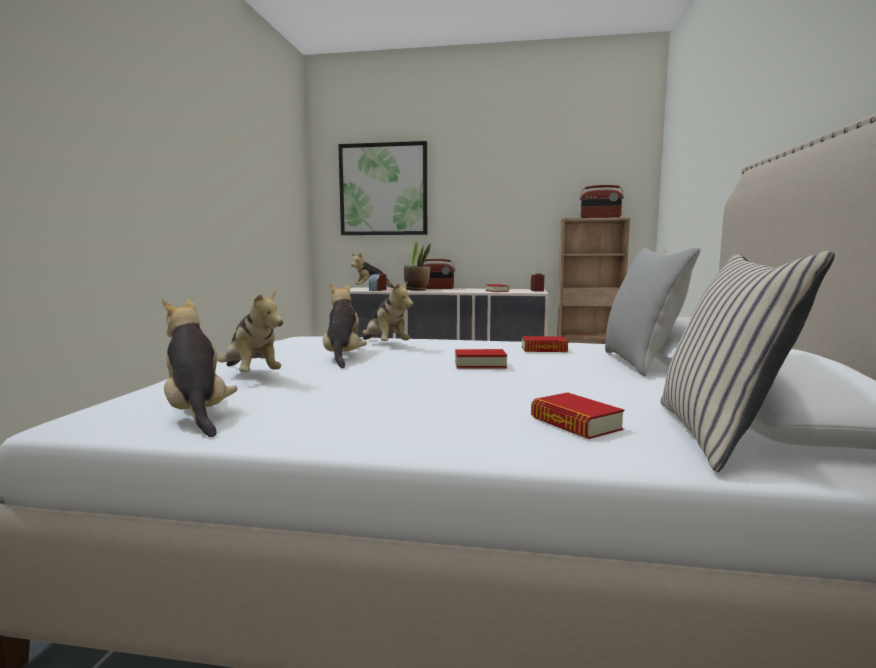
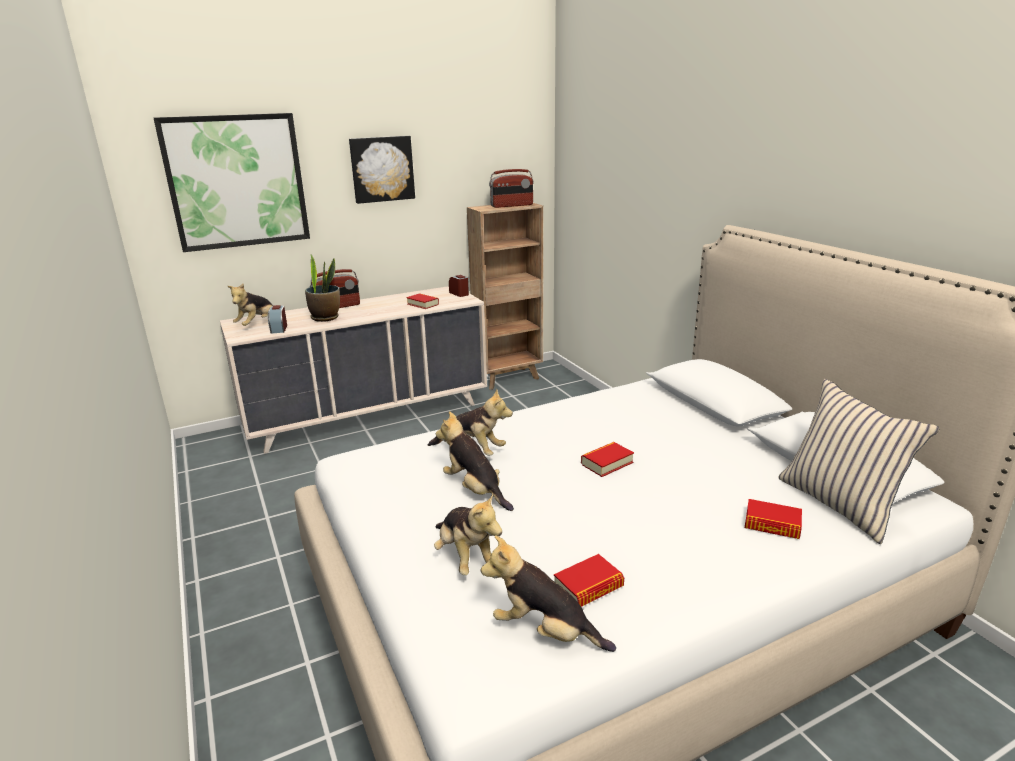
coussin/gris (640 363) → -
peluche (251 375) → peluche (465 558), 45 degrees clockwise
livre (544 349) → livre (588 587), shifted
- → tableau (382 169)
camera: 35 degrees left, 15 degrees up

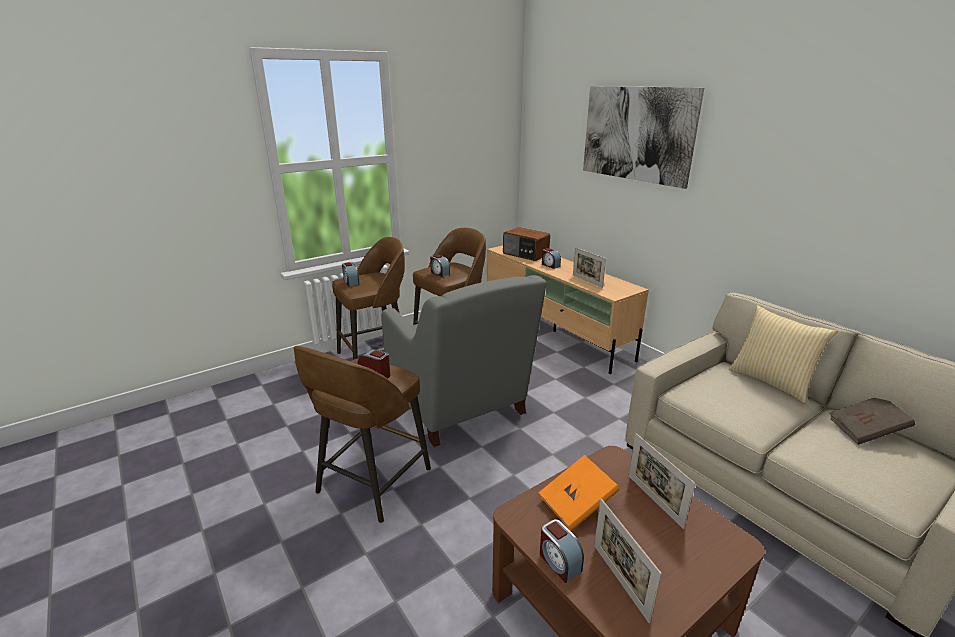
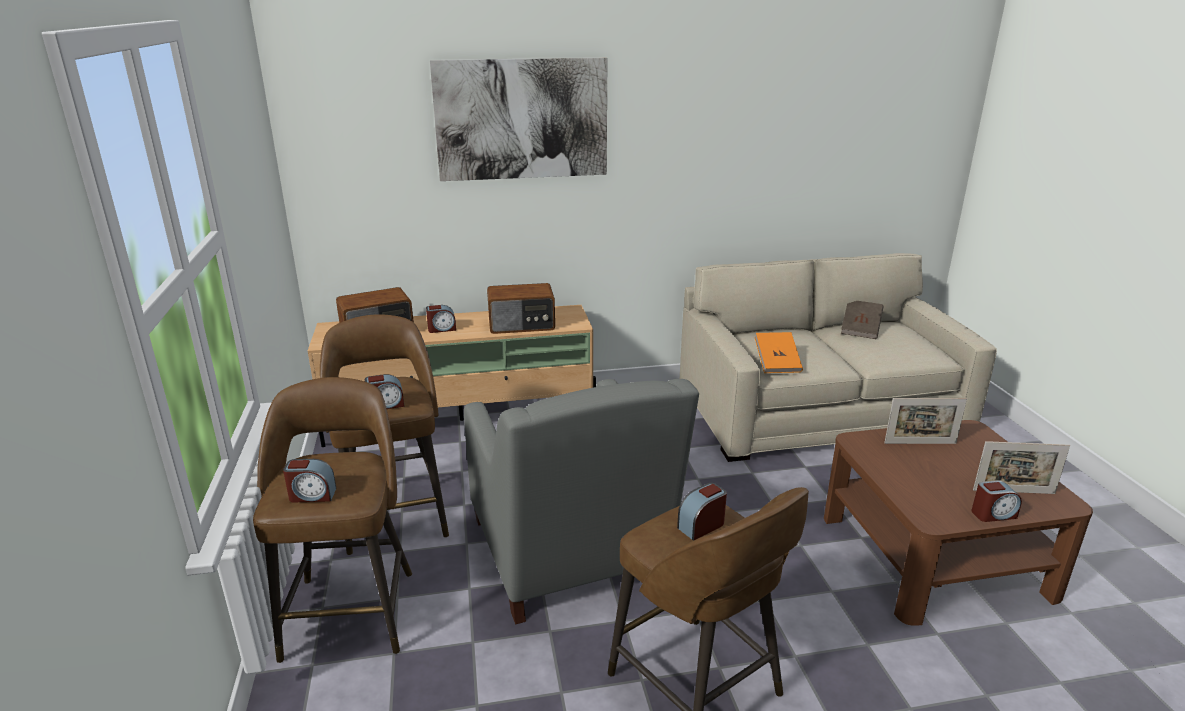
cadre photo (587 281) → radio (522 325)
fauteuil/gris (458 404) → fauteuil/gris (570 555), 75 degrees clockwise
coussin (771 382) → -
livre/orange (577 504) → livre/orange (777 364), shifted
camera: 65 degrees left, 0 degrees up

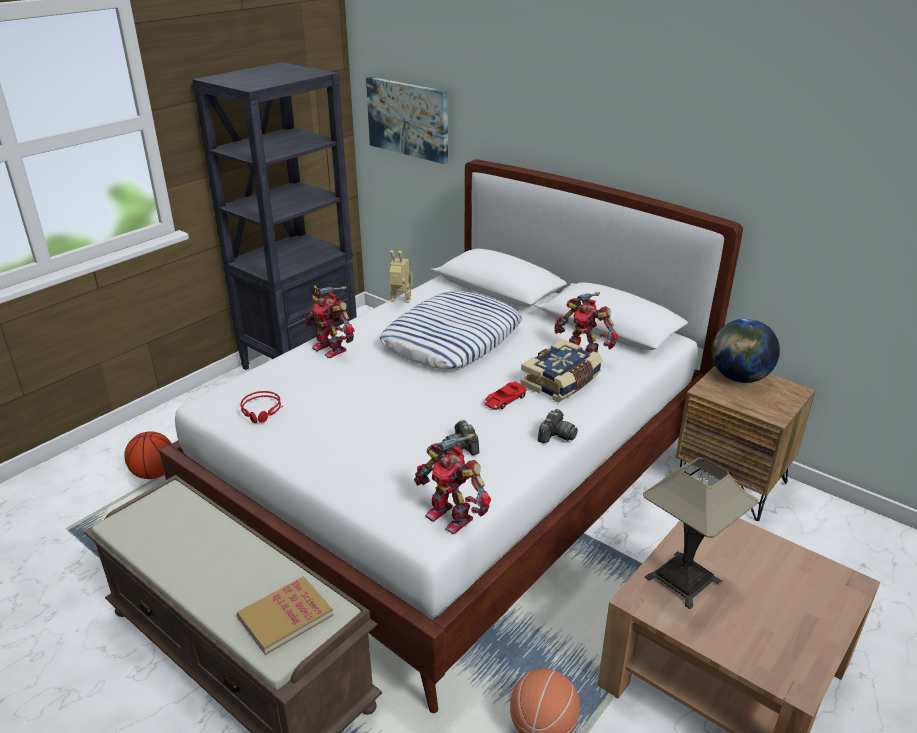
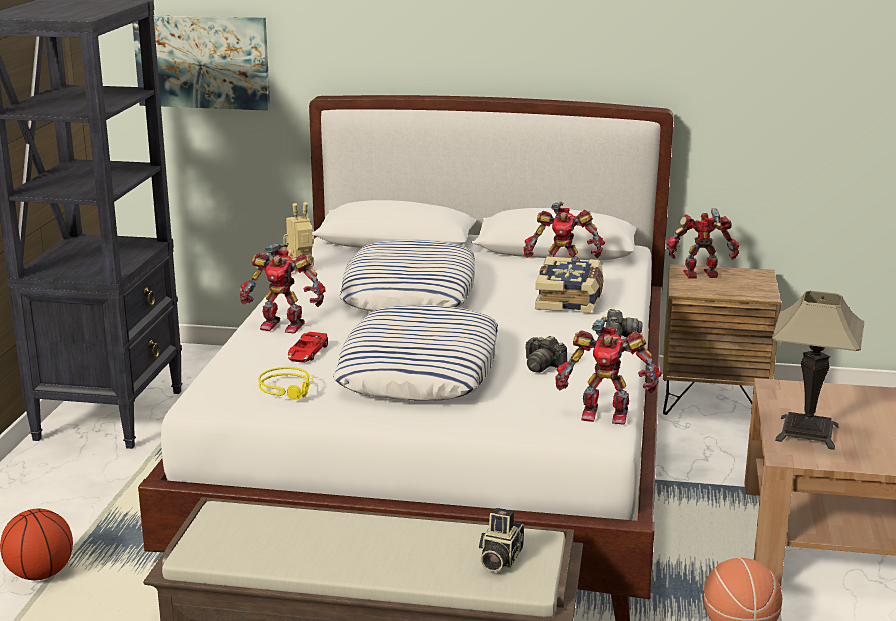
globe (738 378) → robot jouet (701 275)
petite voiture/rouge (504 400) → petite voiture/rouge (307 353), shifted
casque audio/rouge (262 411) → casque audio/jaune (288 389)
livre (285 616) → appareil photo (499 559)
- → coussin (419 367)
camera: 30 degrees left, 10 degrees down

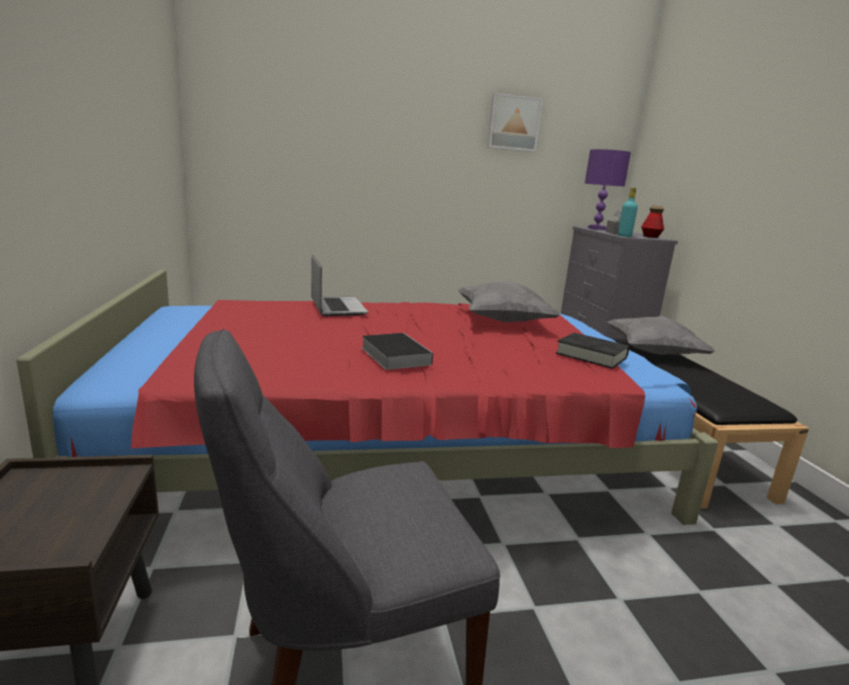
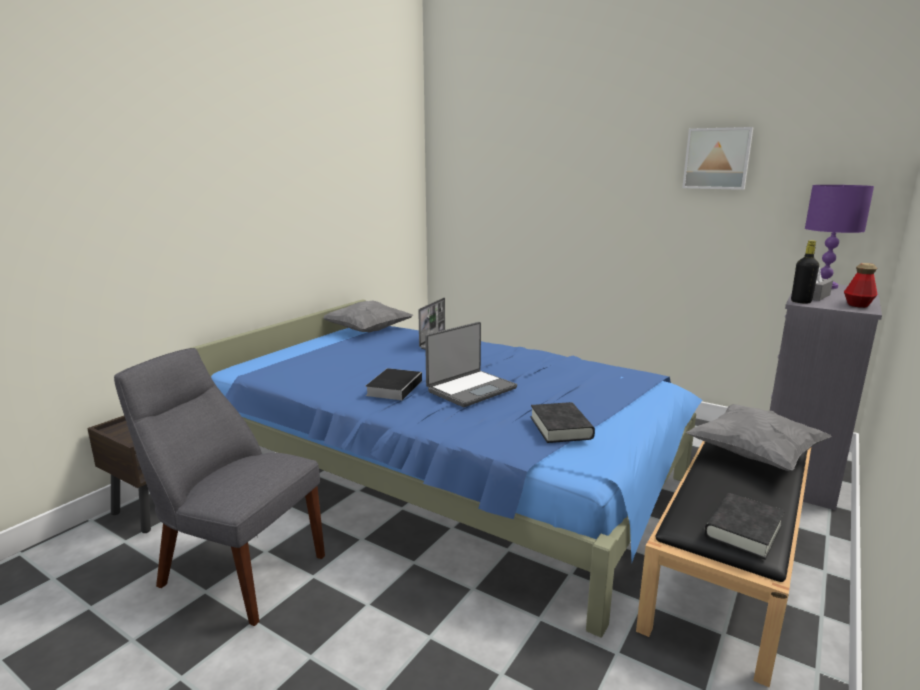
bouteille/turquoise (624 236) → bouteille/noir (801 302)
lit/rouge (394 449) → lit/bleu (446 472)
coussin/gris (503 321) → coussin/gris (367 331), shifted
- → ordinateur portable (470 389)
- → livre/noir (743 530)
camera: 45 degrees right, 0 degrees up

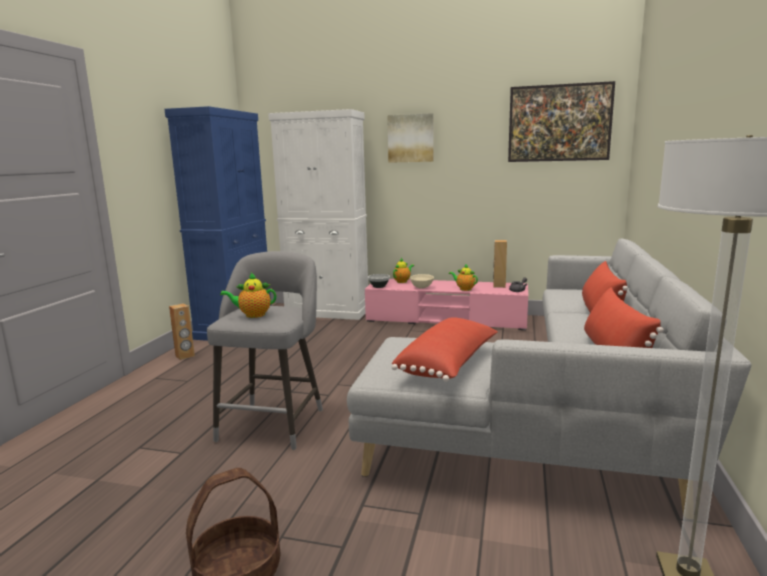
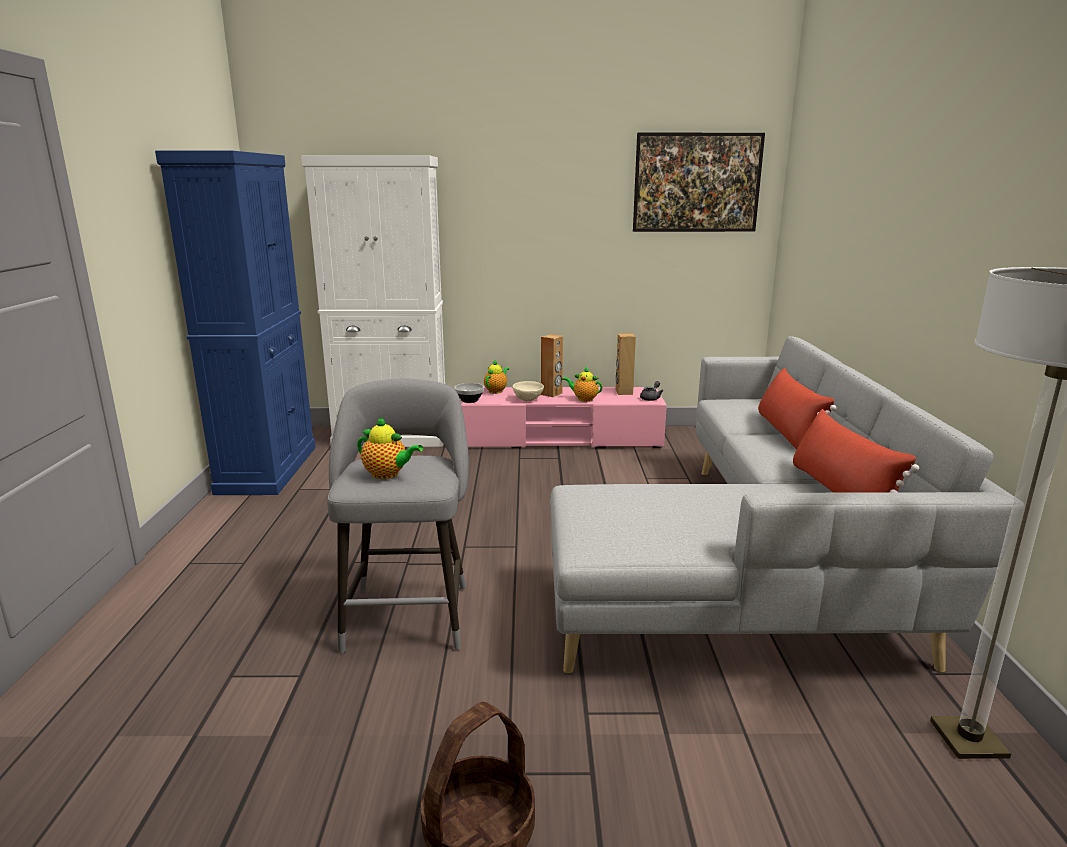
tableau (410 138) → -
théière (253 315) → théière (388 474), 135 degrees counterclockwise
enceinte/marron (185 356) → enceinte/marron (551 394), shifted
coussin/rouge (449 364) → -
camera: 15 degrees left, 5 degrees up

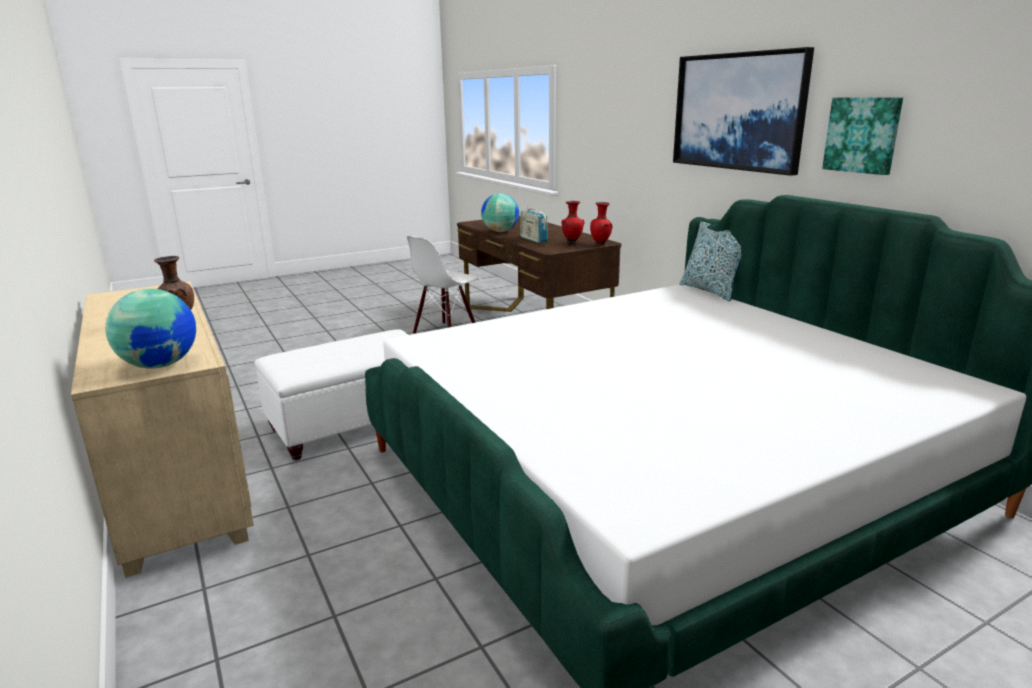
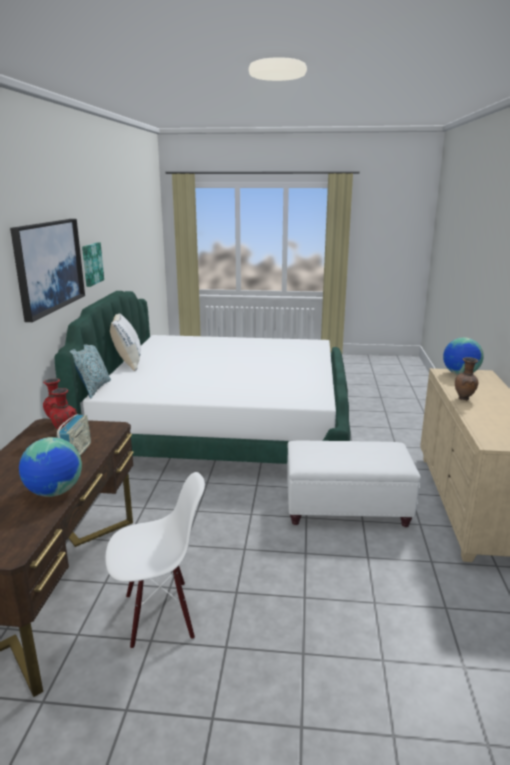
- → coussin/blanc (127 362)
camera: 145 degrees left, 0 degrees up

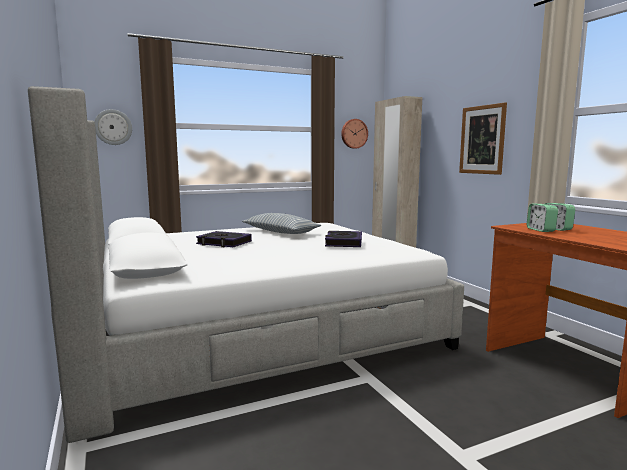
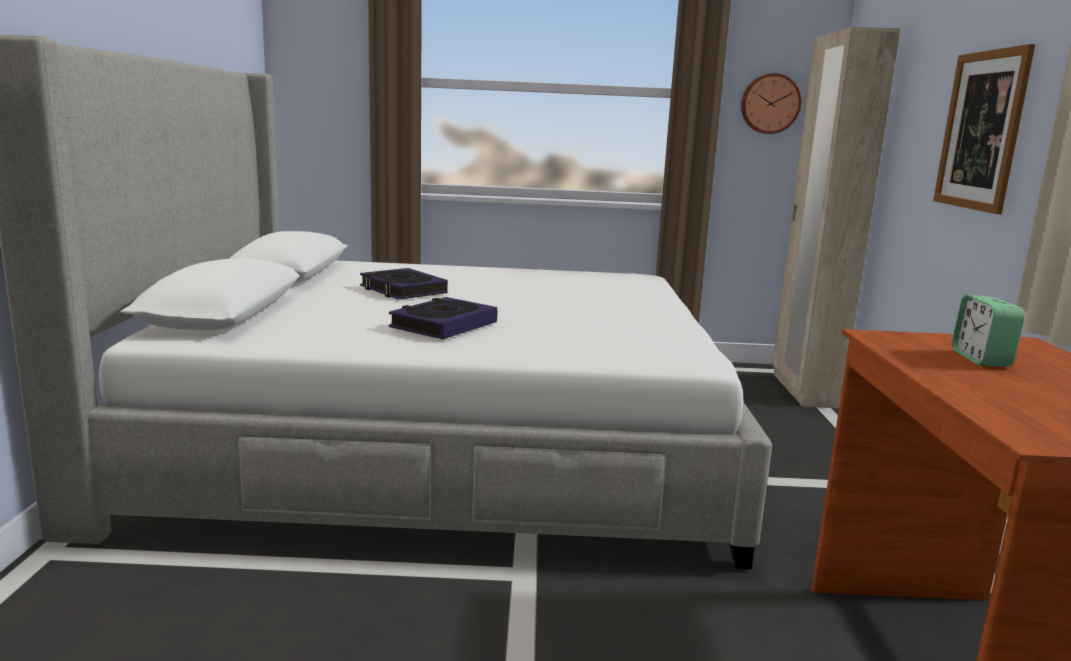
horloge murale (113 127) → -
réveil (540 230) → -
coussin (280 232) → -
livre (343 243) → livre (443 325), shifted
camera: 25 degrees right, 5 degrees up

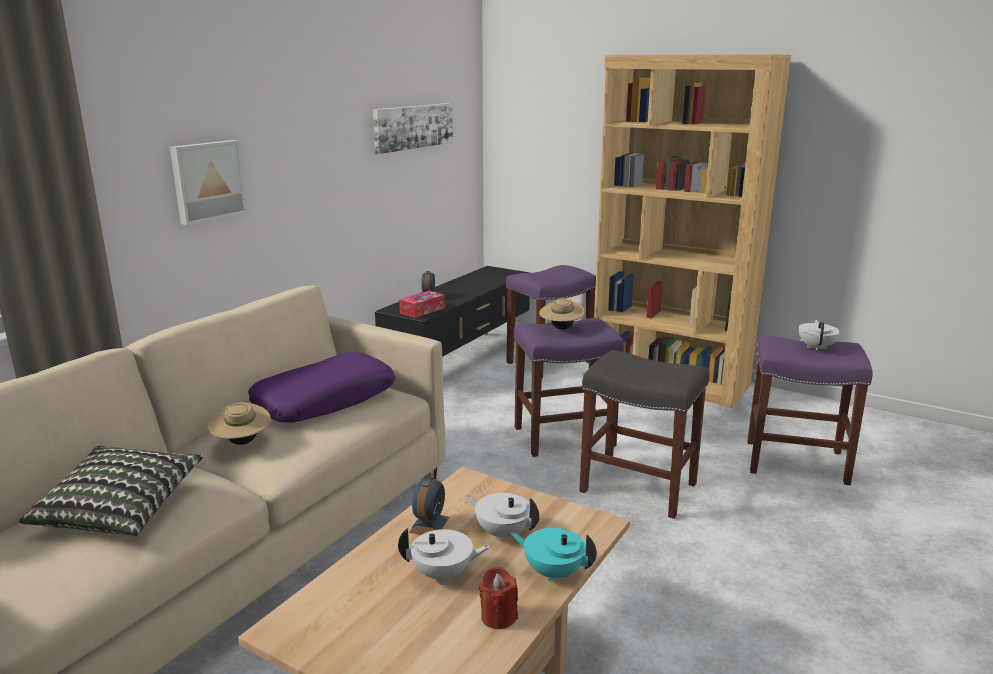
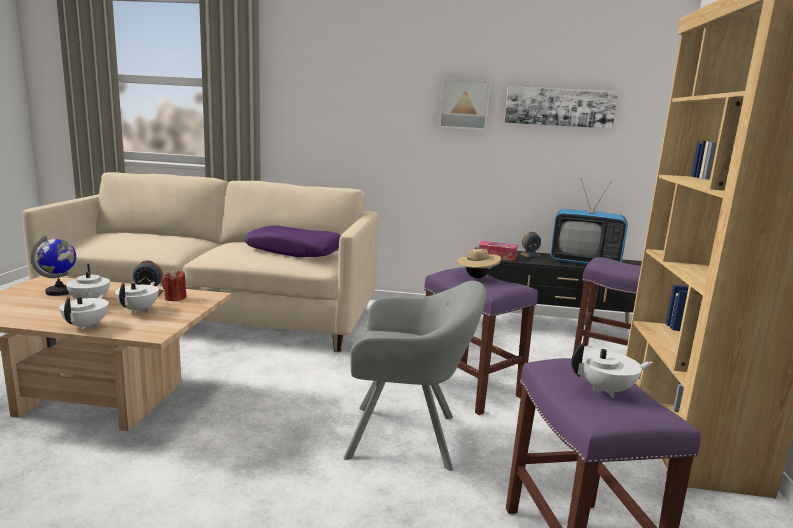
tableau (207 181) → tableau (464 104), shifted
tabouret/gris (640 487) → fauteuil/gris (409 436)
chapeau/beige (241 442) → -
coussin (120 510) → -
théière/turquoise (553 572) → théière/blanc (87 326)
bougie/rouge (498 617) → bougie/rouge (175 298), shifted
- → téléviseur (584 262)
- → globe (60 292)
camera: 65 degrees right, 5 degrees down

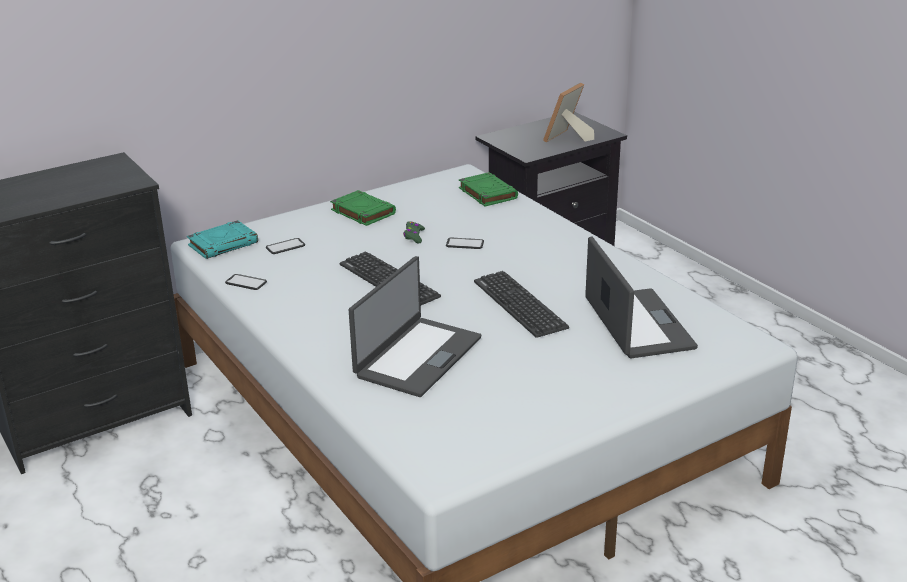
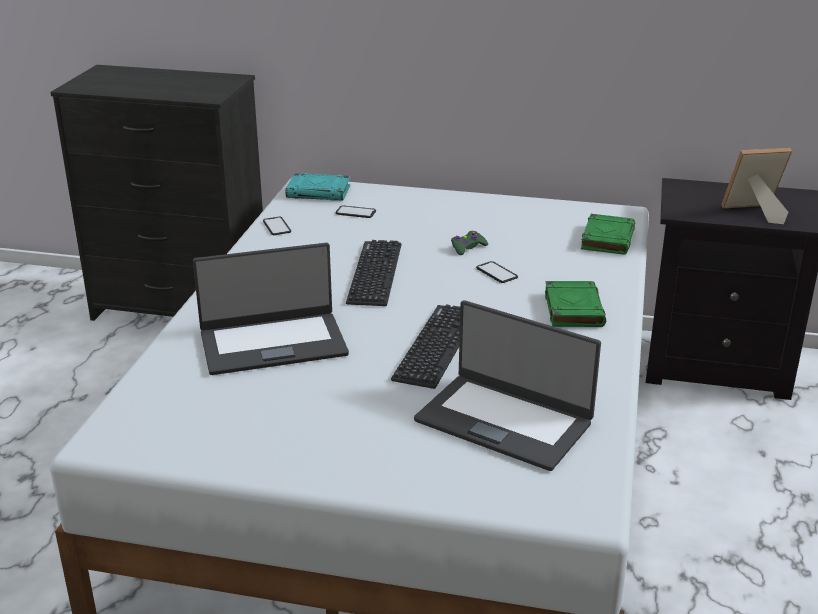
livre/vert (362 212) → livre/vert (573 309), shifted
ordinateur portable (637 324) → ordinateur portable (504 421), 90 degrees clockwise
camera: 45 degrees right, 0 degrees up

